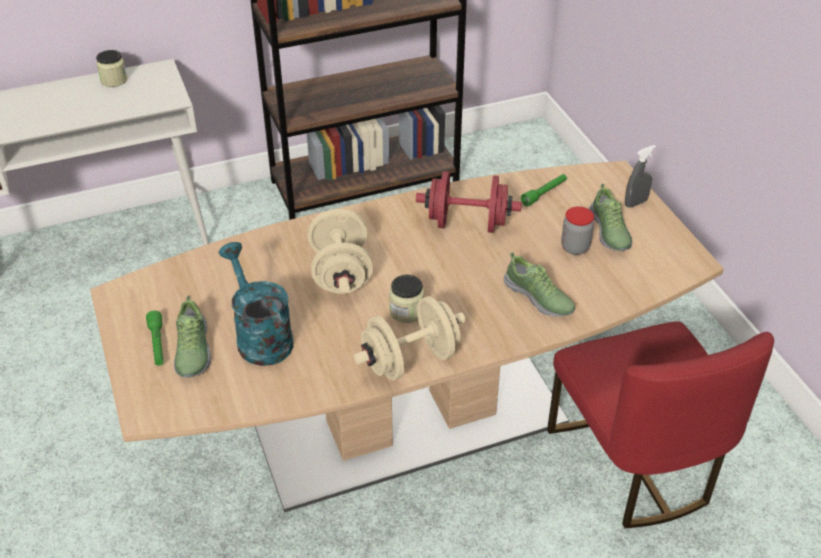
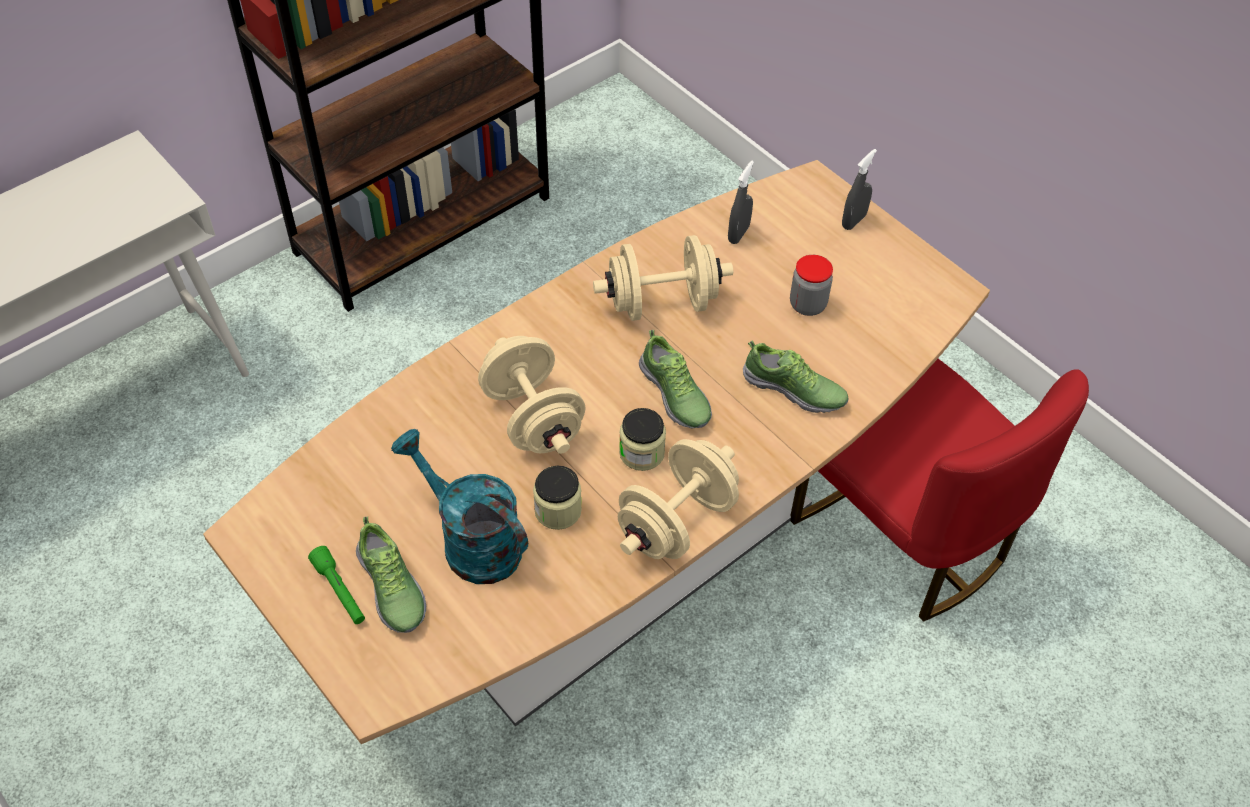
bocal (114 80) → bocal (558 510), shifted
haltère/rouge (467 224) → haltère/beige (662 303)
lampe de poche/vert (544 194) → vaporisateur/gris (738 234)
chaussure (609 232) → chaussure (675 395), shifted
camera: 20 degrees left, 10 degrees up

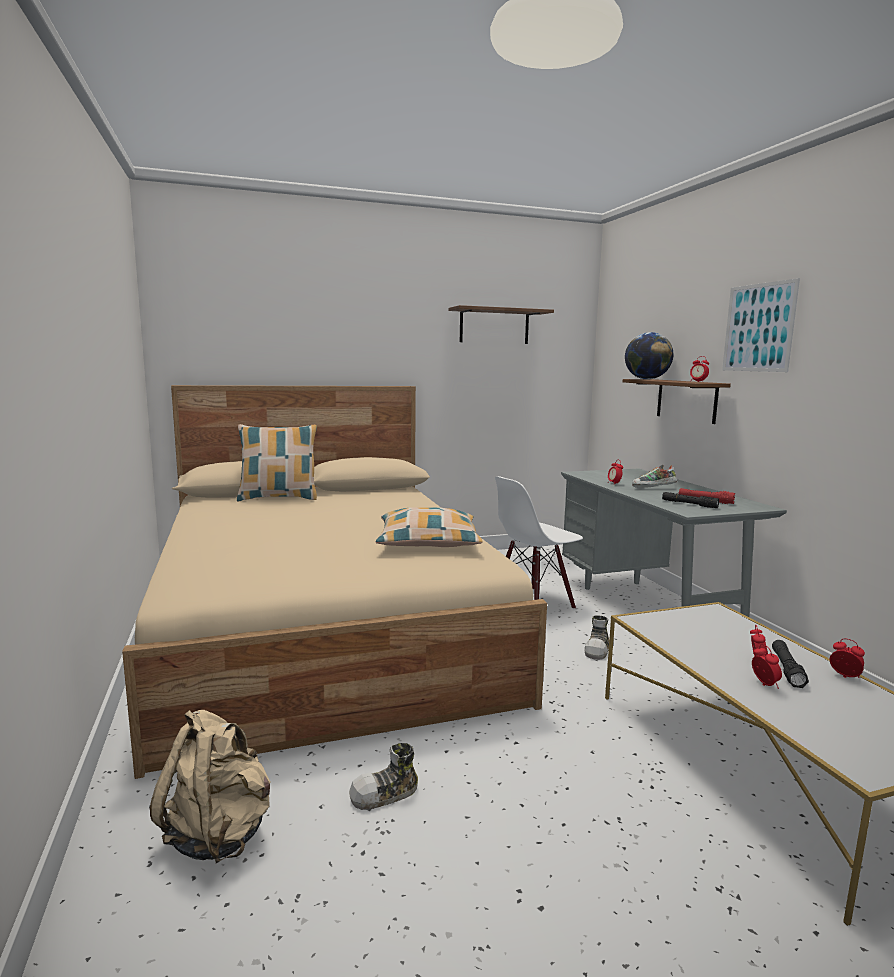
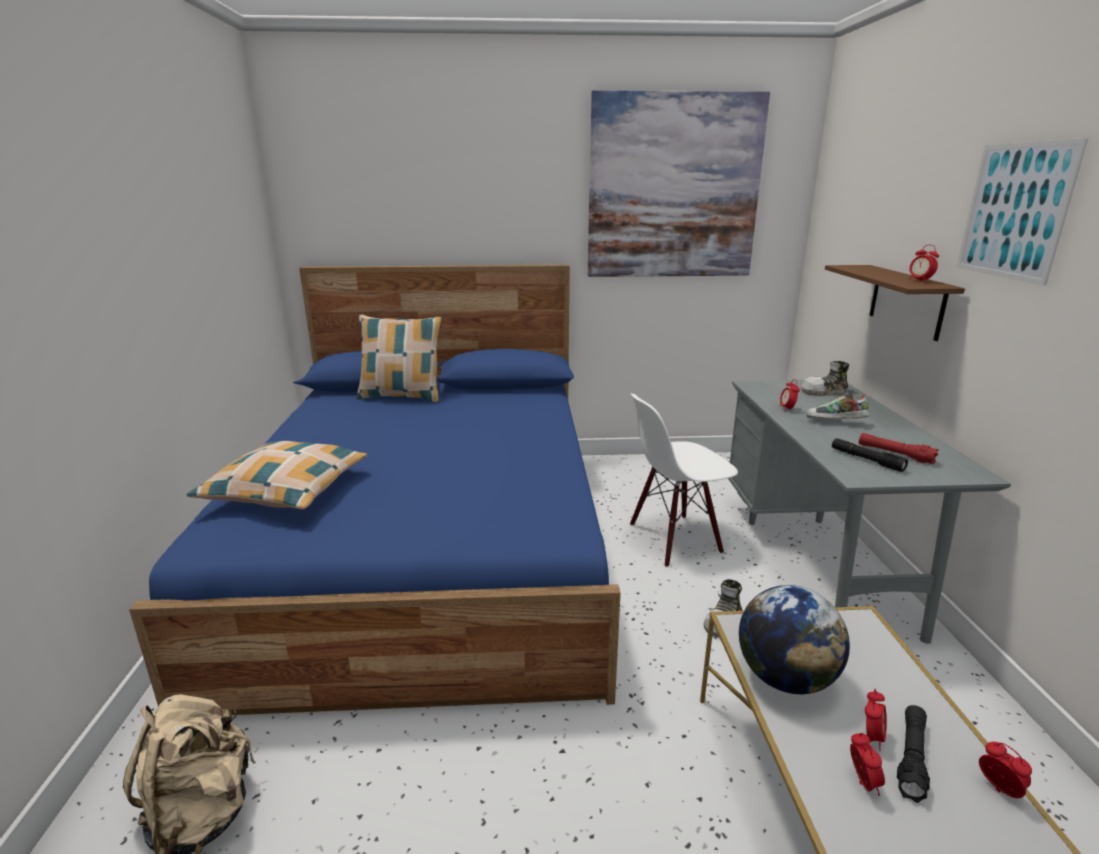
étagère/marron (494 326) → tableau (673 188)
globe (647 379) → globe (785 678), shifted
lit/beige (325 627) → lit/bleu (431 547)
coussin (428 542) → coussin (286 489), shifted
chaussure (385 794) → chaussure (824 392), shifted
camera: 15 degrees right, 10 degrees up

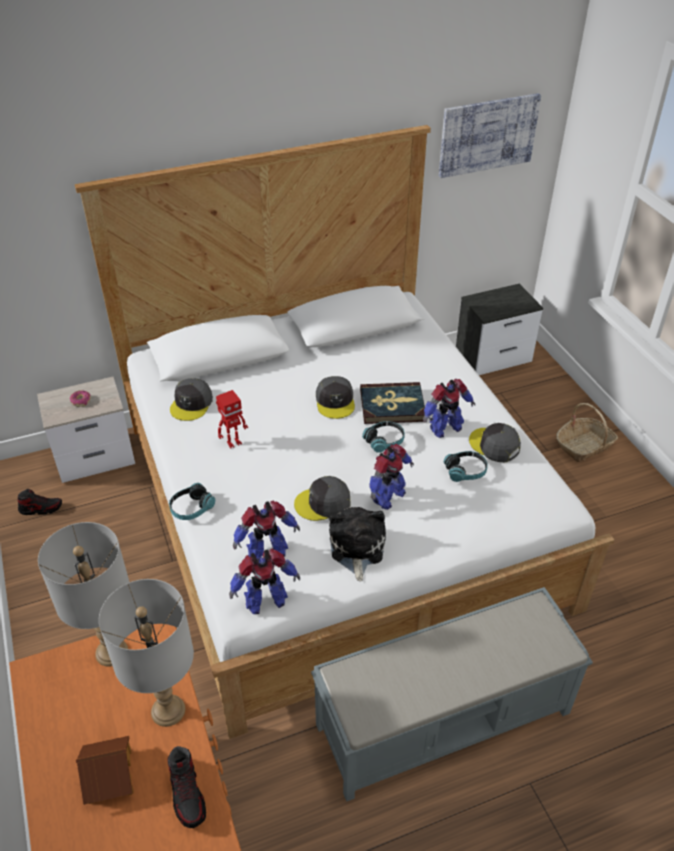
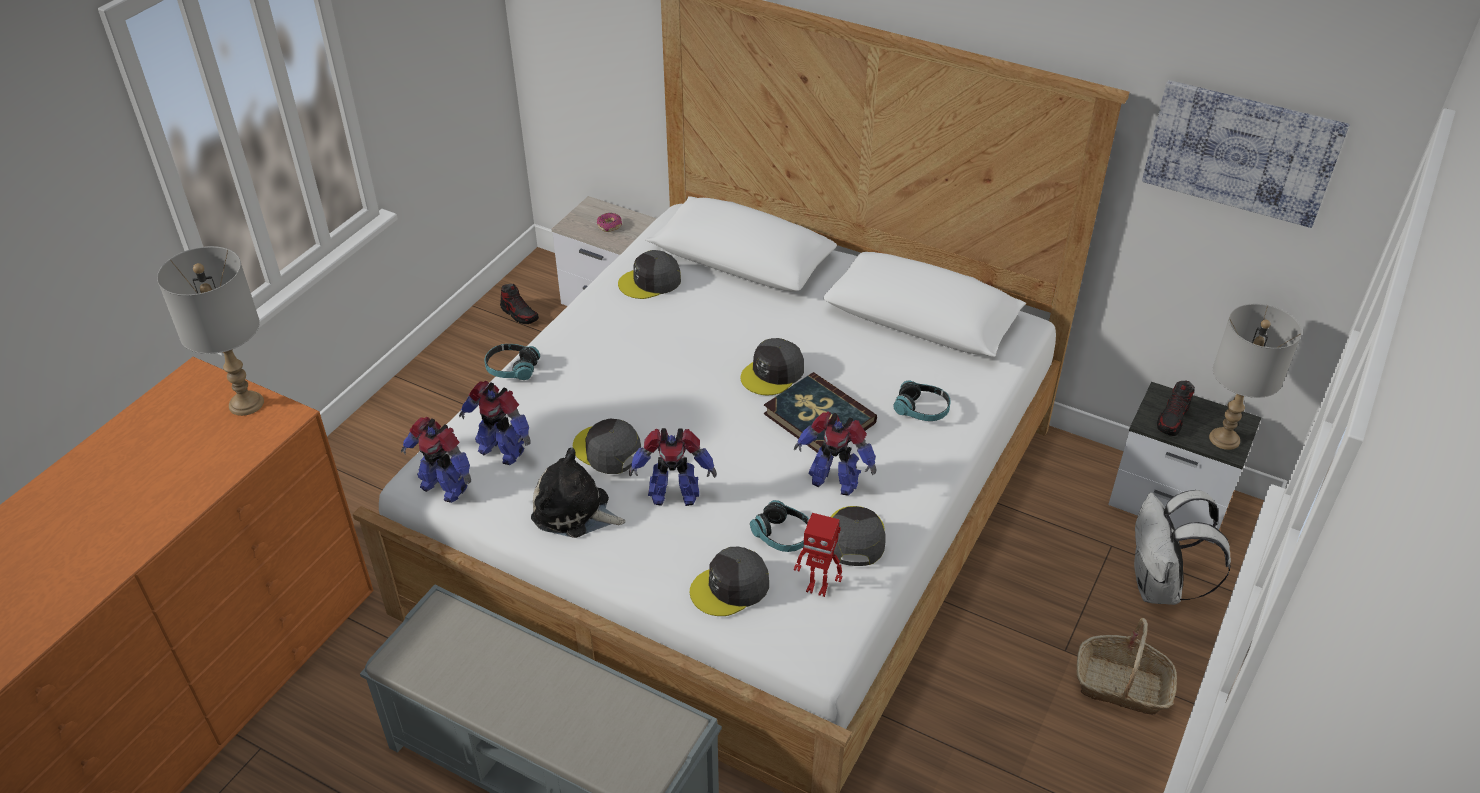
robot jouet (233 443) → robot jouet (817 587), shifted
casque audio (384 441) → casque audio (922 409), shifted
peluche (356 548) → peluche (575 512), 120 degrees counterclockwise
lampe de table/gris (168 711) → lampe de table/gris (1224 439), shifted
maison miniature (108 776) → -
chaussure (187 793) → chaussure (1173 419), shifted
- → sac à dos/blanc (1159 587)
- → casquette/gris (730 588)
camera: 50 degrees right, 0 degrees up

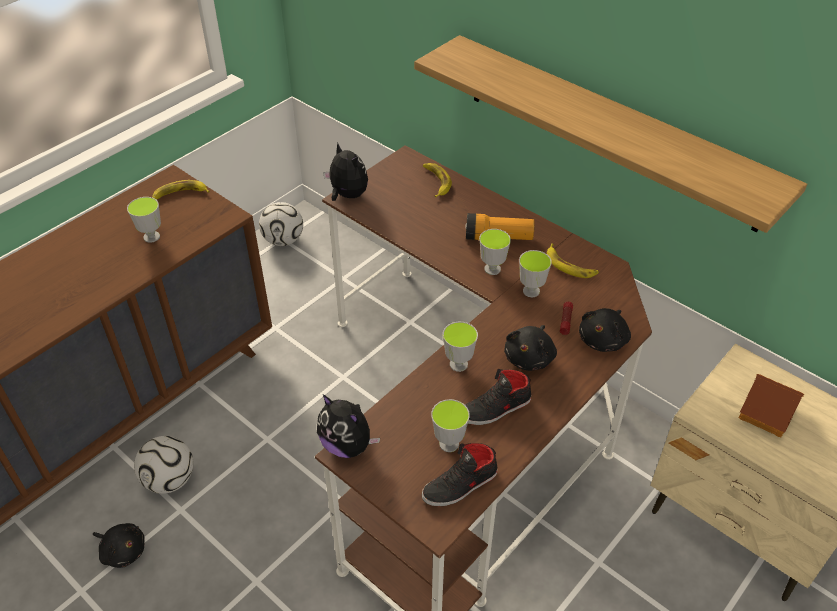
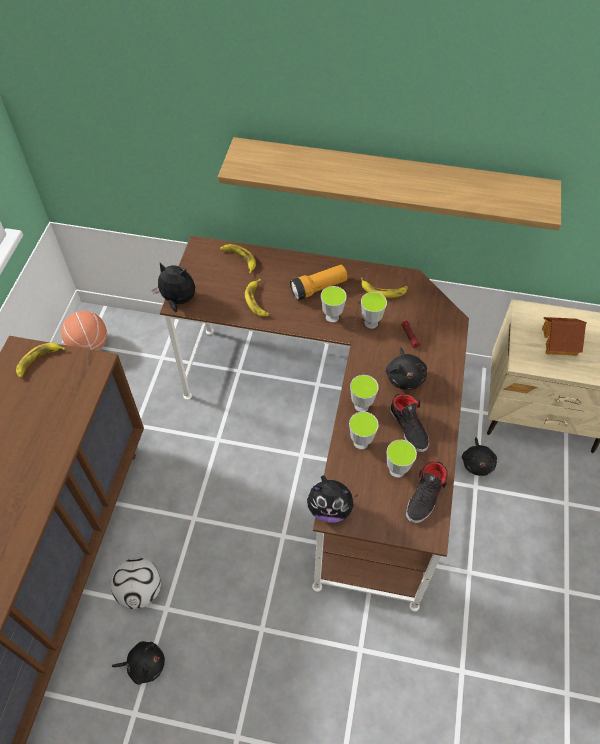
tasse (151 237) → tasse (361 442), shifted
ballon de foot (283 240) → ballon de basket (89 345)
peluche/noir (603 340) → peluche/noir (477 463), shifted
chaussure/noir (495 408) → chaussure/noir (409 428), 60 degrees counterclockwise
- → banane (257 301)
camera: 30 degrees left, 10 degrees up

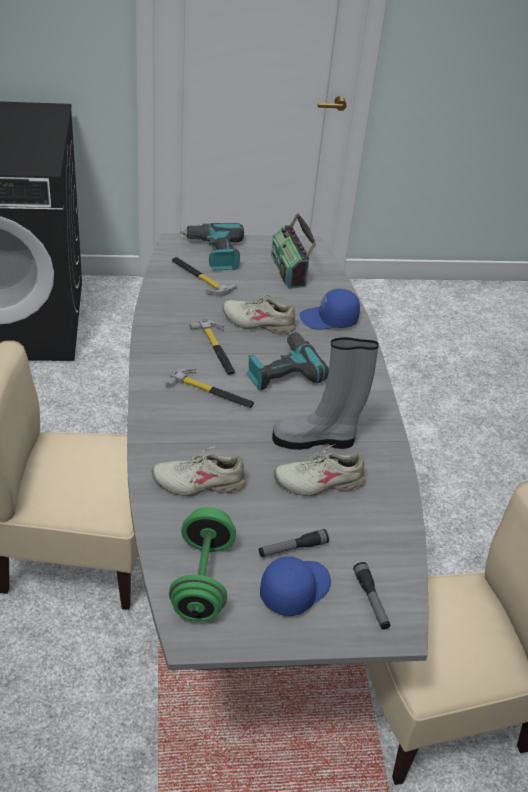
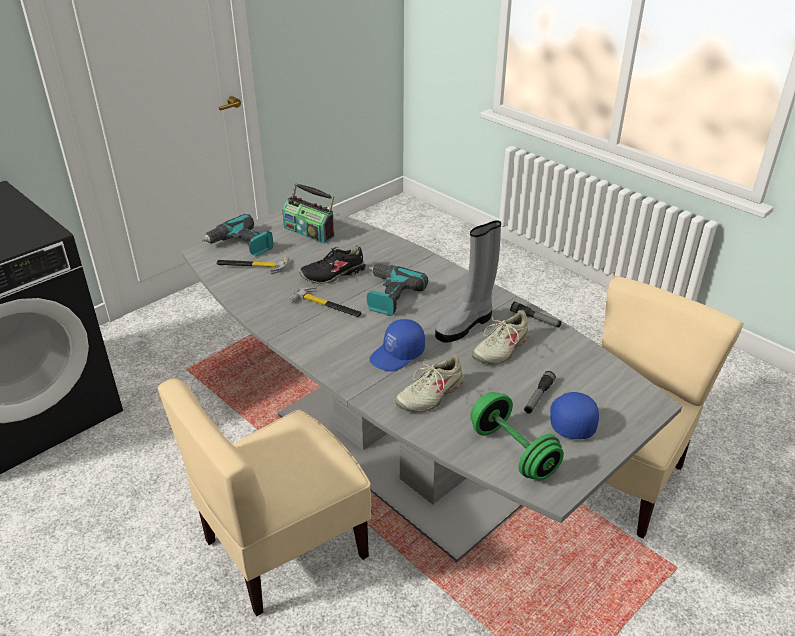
casquette/bleu (329 320) → casquette/bleu (398 355), shifted
chaussure/beige (259 323) → chaussure/noir (333 274)
marteau (212 392) → -
lampe de poche (371 600) → lampe de poche (535 319), shifted
camera: 35 degrees left, 5 degrees down

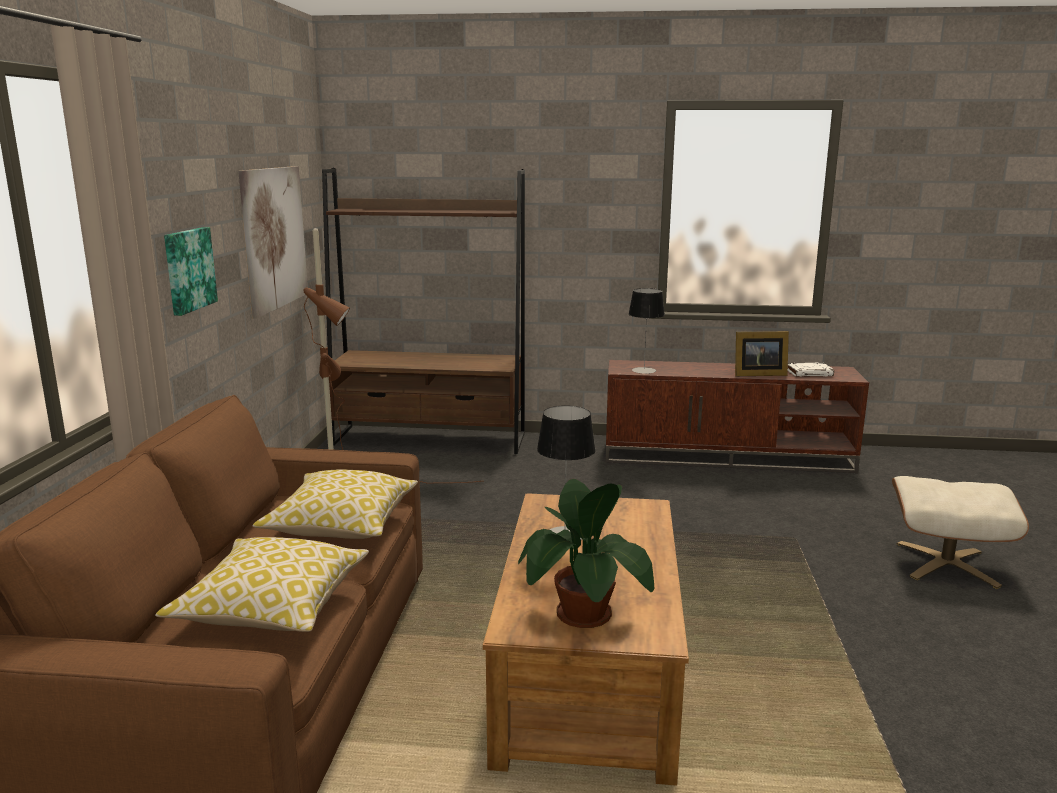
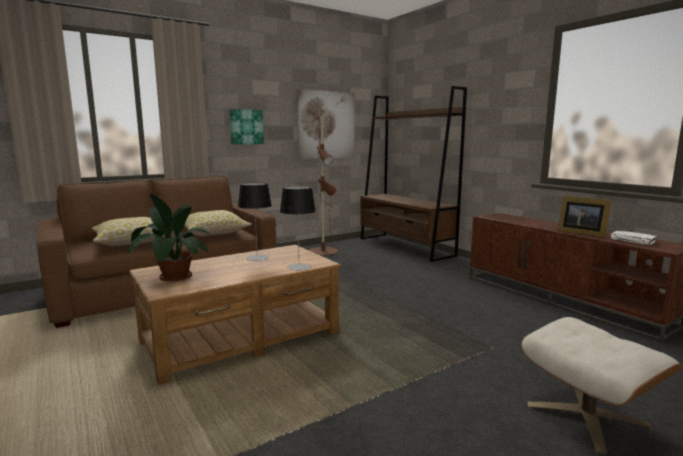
lampe de table (644 370) → lampe de table (299 267), shifted
camera: 50 degrees right, 5 degrees down

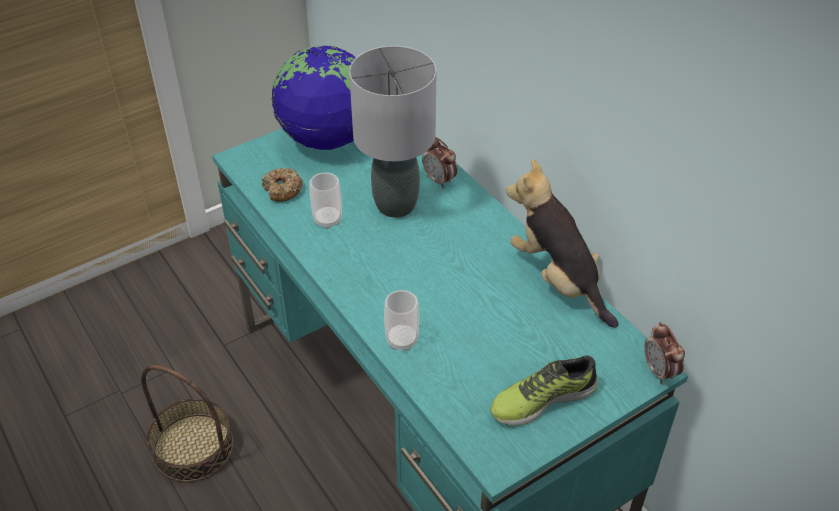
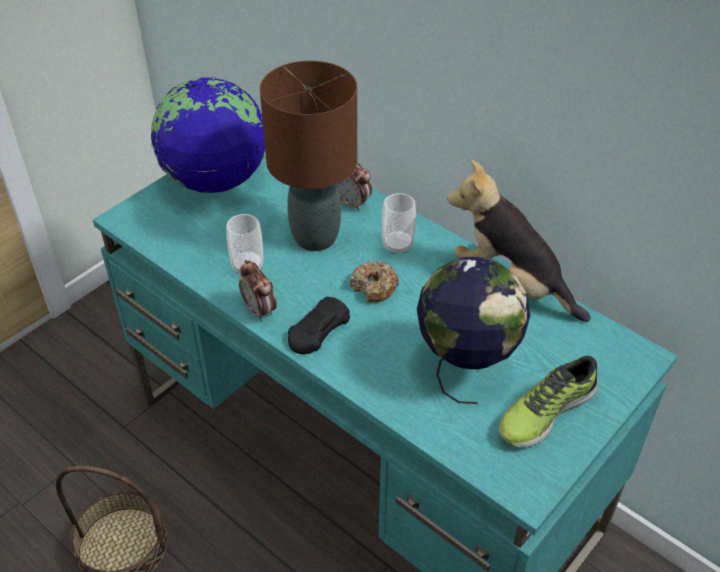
lampe de table/gris (395 204) → lampe de table/marron (314 237)
beignet (282 190) → beignet (374 287), shifted
tasse (402 340) → tasse (397 245), shifted
réveil (659 371) → réveil (259 310), shifted
- → globe (465 368)
- → petite voiture/noir (318 330)
camera: 15 degrees left, 0 degrees up

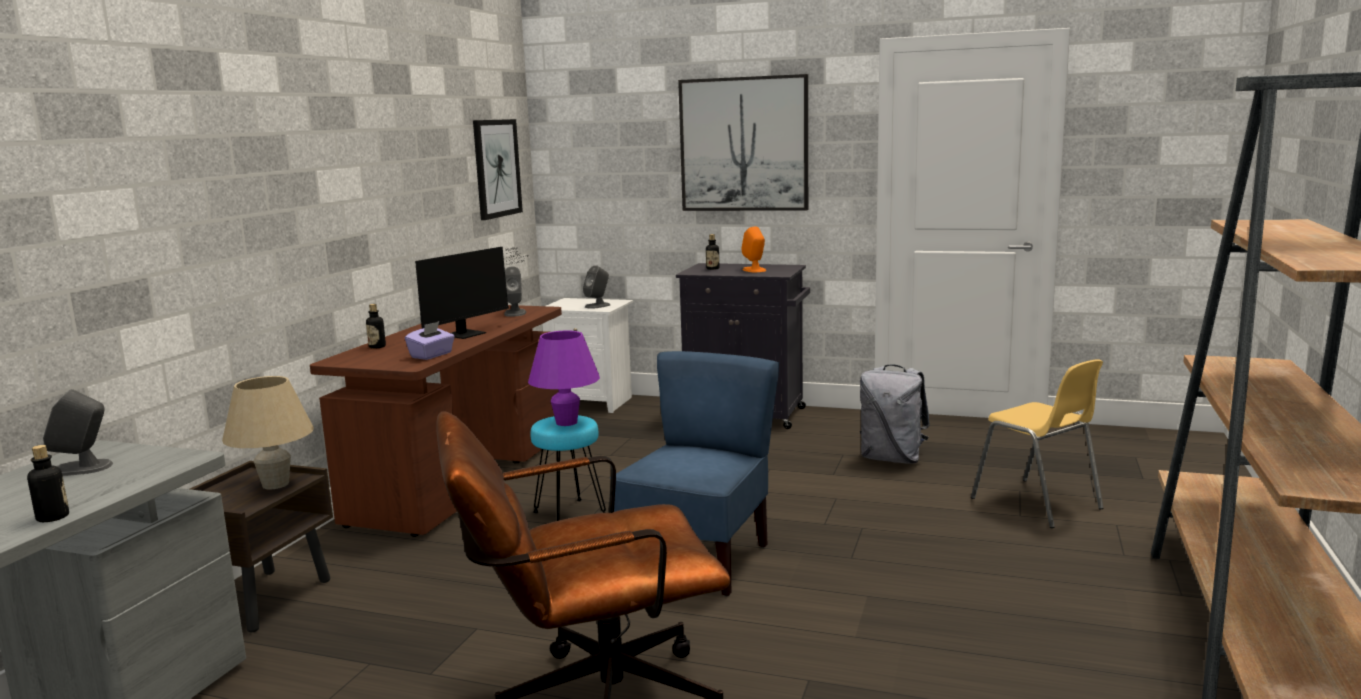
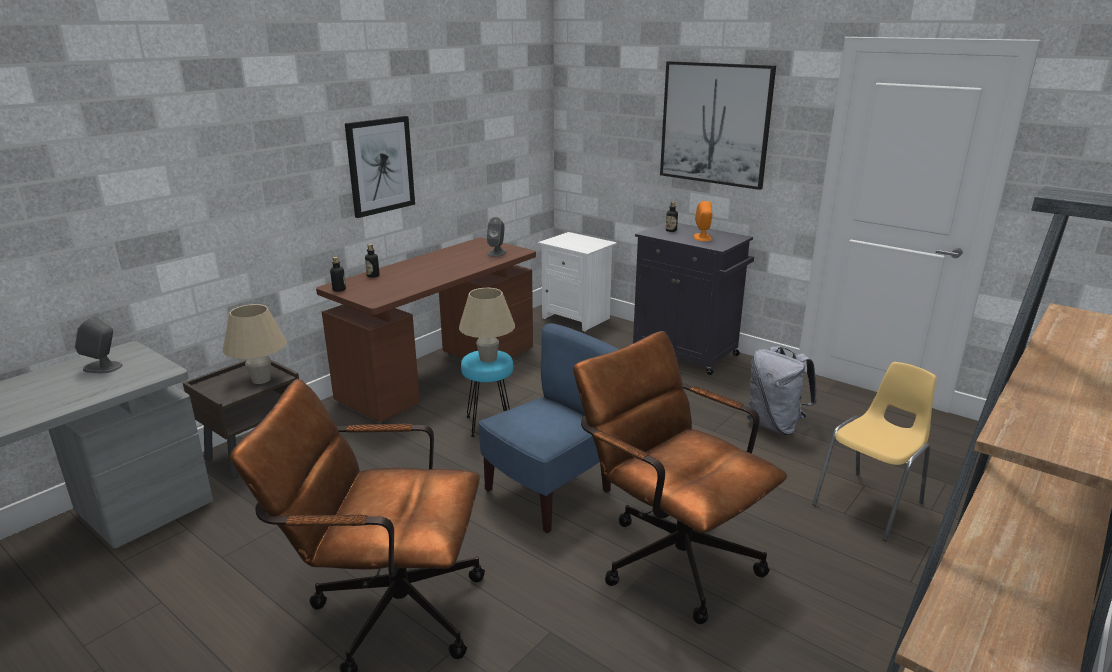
tableau (496 168) → tableau (380 166), shifted
écran d'ordinateur (470 333) → -
enceinte/gris (597 305) → -
boîte à mouchoirs/violet (432 355) → -
lampe de table/violet (566 422) → lampe de table/beige (488 359)
chaise/jaune (1037 504) → chaise/jaune (870 504), 120 degrees counterclockwise
bouteille (53 517) → bouteille (339 290), shifted
- → chaise de bureau/marron (669 554)
camera: 20 degrees right, 10 degrees up

